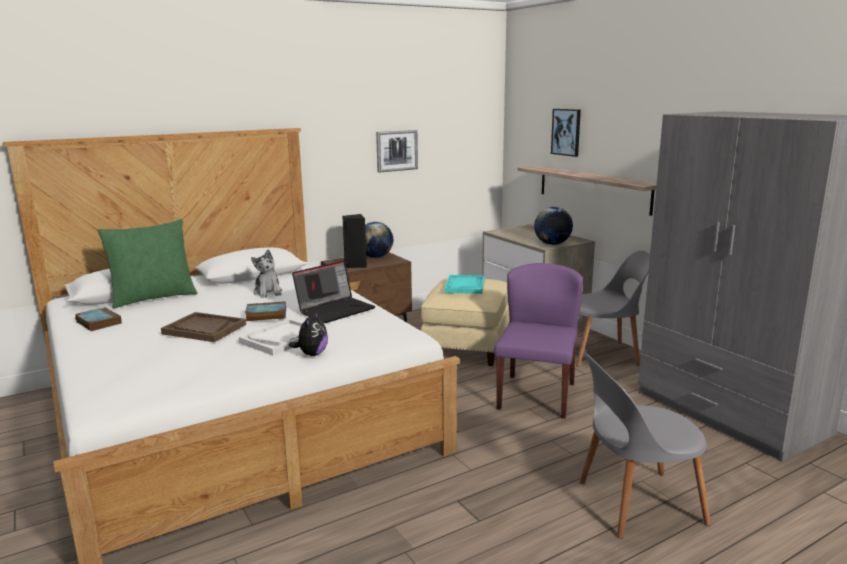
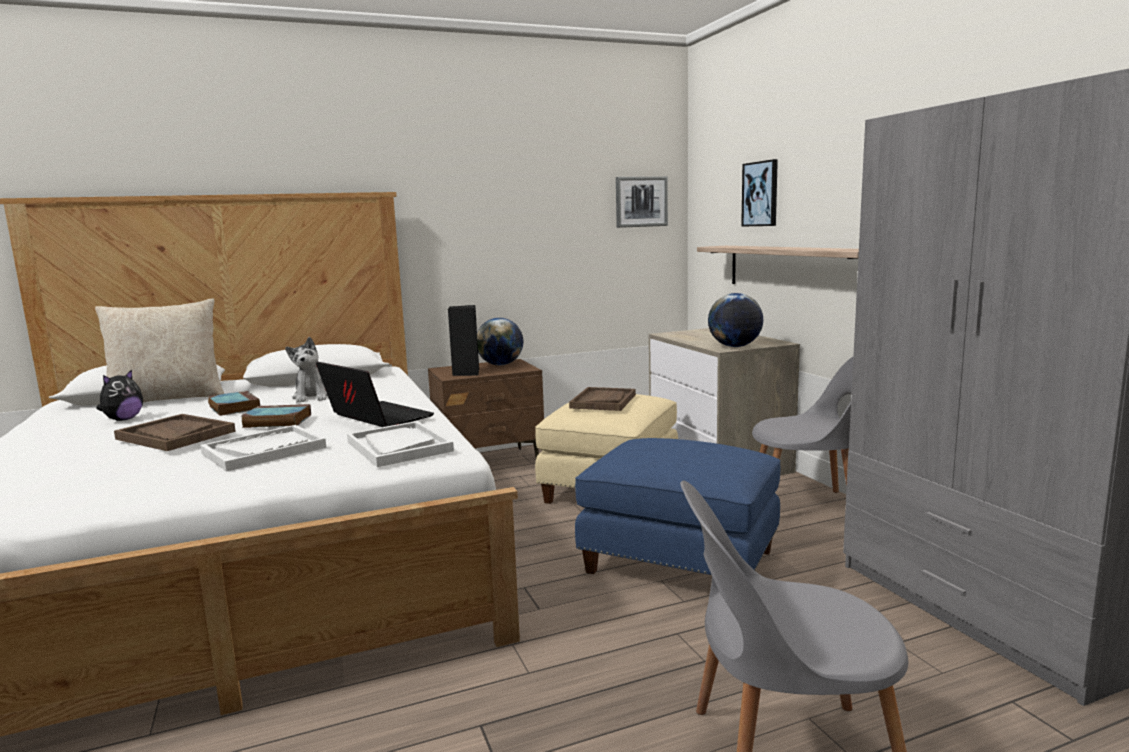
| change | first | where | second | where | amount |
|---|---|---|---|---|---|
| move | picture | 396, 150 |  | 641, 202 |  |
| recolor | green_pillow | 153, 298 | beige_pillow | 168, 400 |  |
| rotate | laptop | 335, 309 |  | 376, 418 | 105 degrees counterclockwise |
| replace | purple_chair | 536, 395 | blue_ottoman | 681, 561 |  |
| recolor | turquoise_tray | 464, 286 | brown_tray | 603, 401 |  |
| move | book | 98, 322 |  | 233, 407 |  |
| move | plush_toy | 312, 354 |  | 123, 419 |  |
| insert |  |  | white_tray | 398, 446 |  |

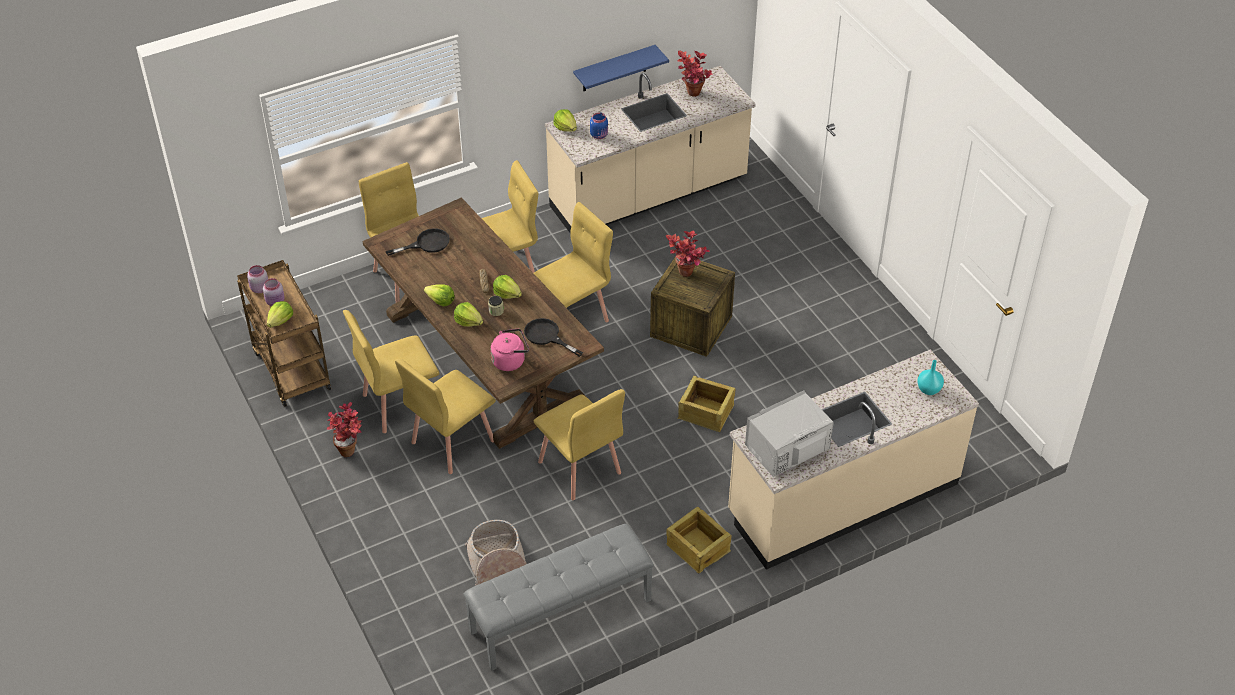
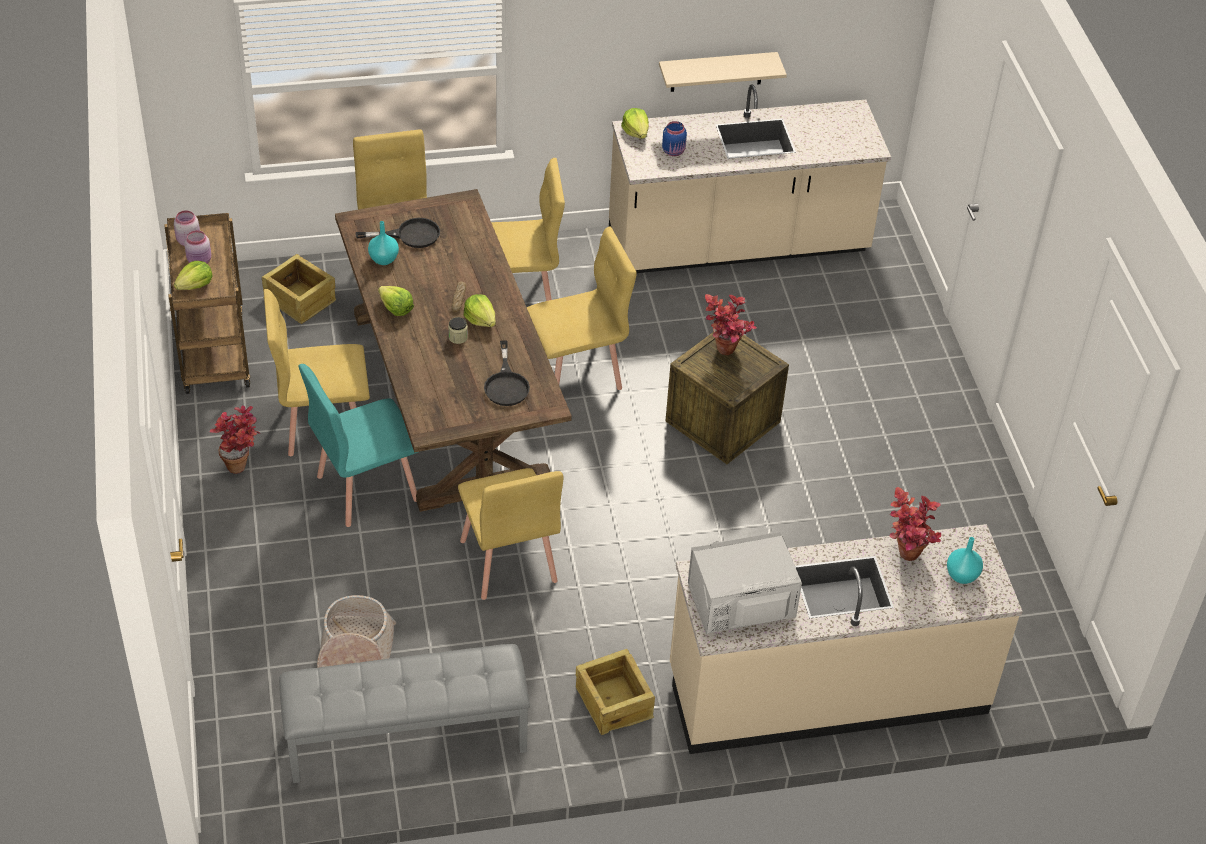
| change | first | where | second | where | amount |
|---|---|---|---|---|---|
| recolor | blue_shelf | 614, 69 | beige_shelf | 717, 72 |  |
| move | potted_plant | 693, 96 |  | 906, 559 |  |
| delete | lettuce | 468, 321 |  |  |  |
| rotate | black_frying_pan | 547, 336 |  | 506, 384 | 150 degrees counterclockwise |
| delete | pink_kettle | 510, 360 |  |  |  |
| recolor | yellow_chair | 452, 442 | turquoise_chair | 366, 488 |  |
| move | crate | 706, 413 |  | 300, 300 |  |
| insert |  |  | turquoise_vase | 384, 259 |  |

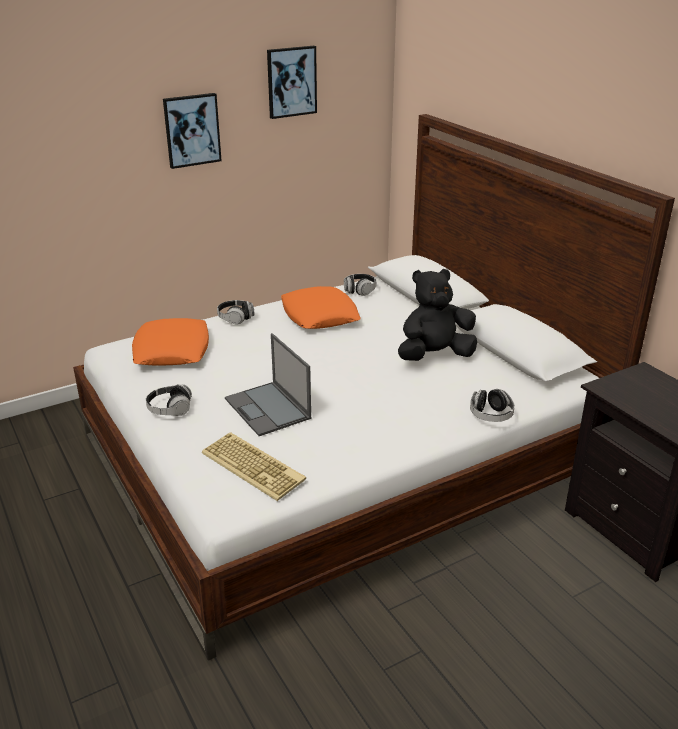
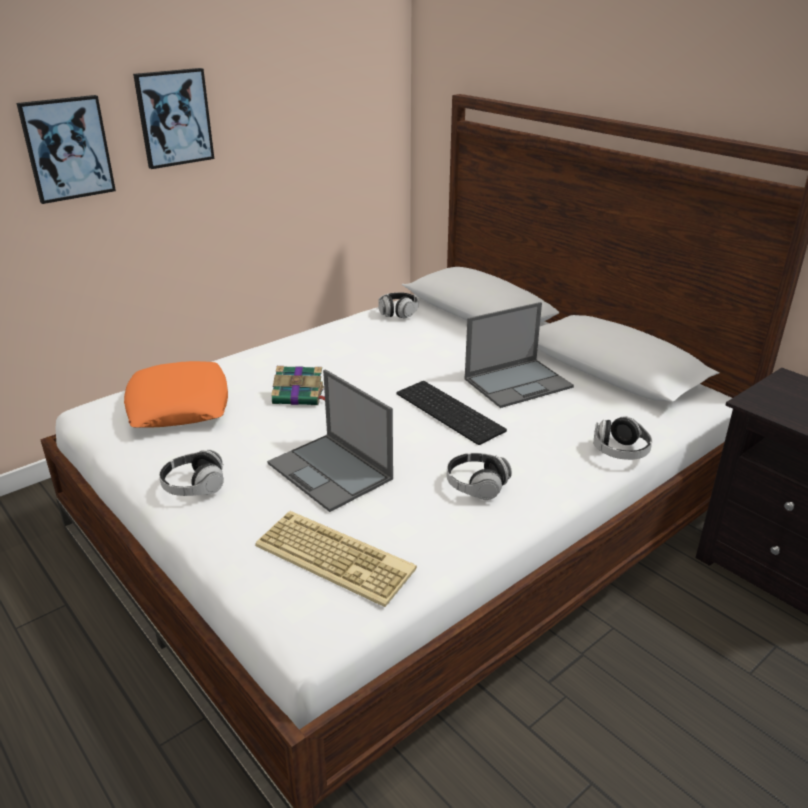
| change | first | where | second | where | amount |
|---|---|---|---|---|---|
| move | picture | 291, 81 |  | 67, 148 |  |
| replace | black_plush_toy | 434, 356 | laptop | 519, 383 |  |
| delete | orange_pillow | 320, 315 |  |  |  |
| move | headphones | 235, 318 |  | 476, 486 |  |
| insert |  |  | book | 299, 396 |  |
| insert |  |  | keyboard | 451, 411 |  |

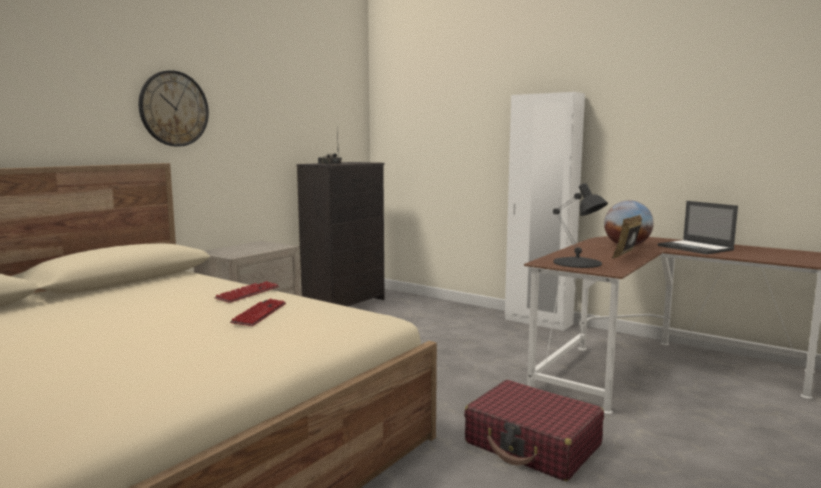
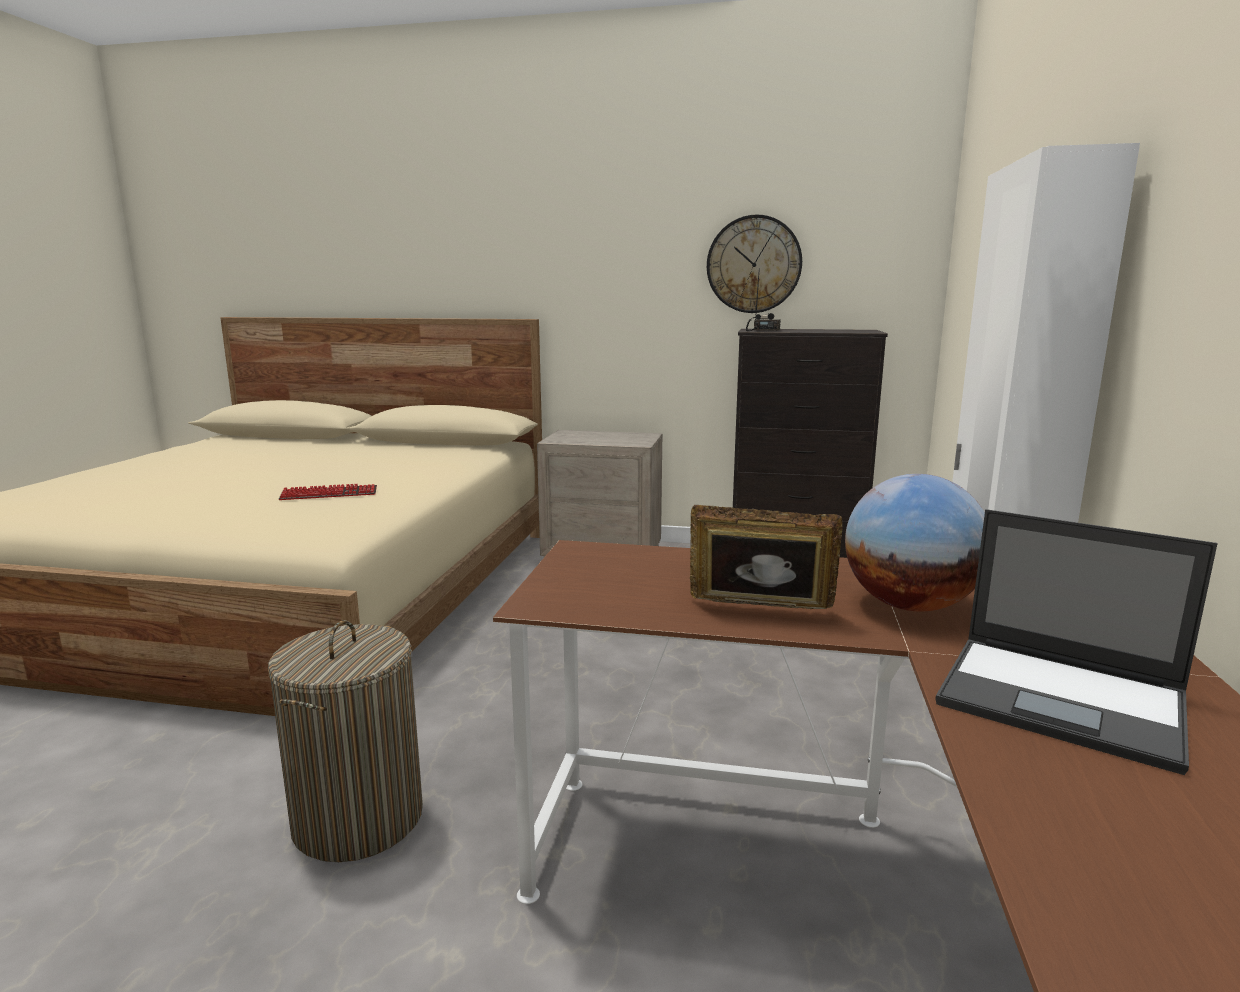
| change | first | where | second | where | amount |
|---|---|---|---|---|---|
| move | wall_clock | 174, 109 |  | 754, 264 |  |
| delete | black_table_lamp | 577, 263 |  |  |  |
| rotate | laptop | 696, 248 |  | 1064, 700 | 90 degrees counterclockwise |
| delete | keyboard | 248, 293 |  |  |  |
| replace | red_suitcase | 533, 444 | laundry_basket | 358, 819 |  |

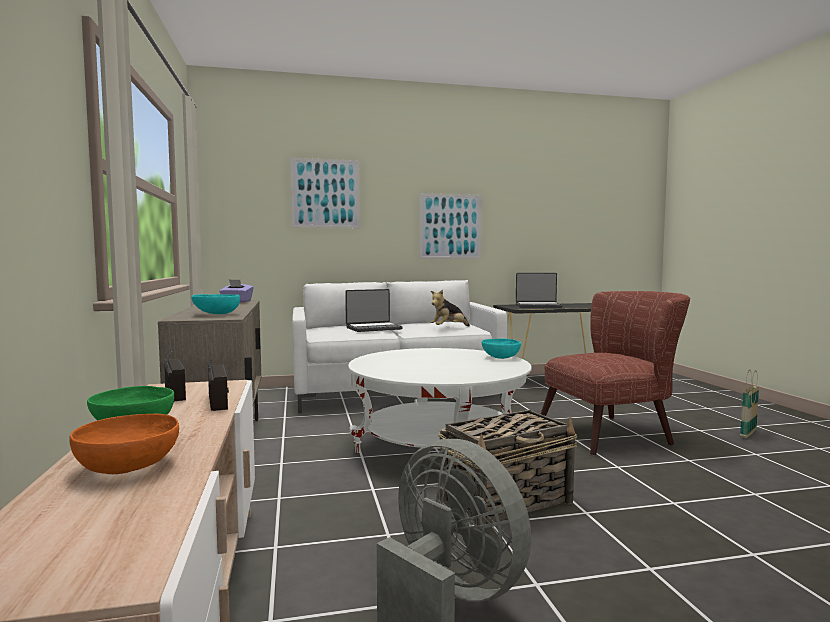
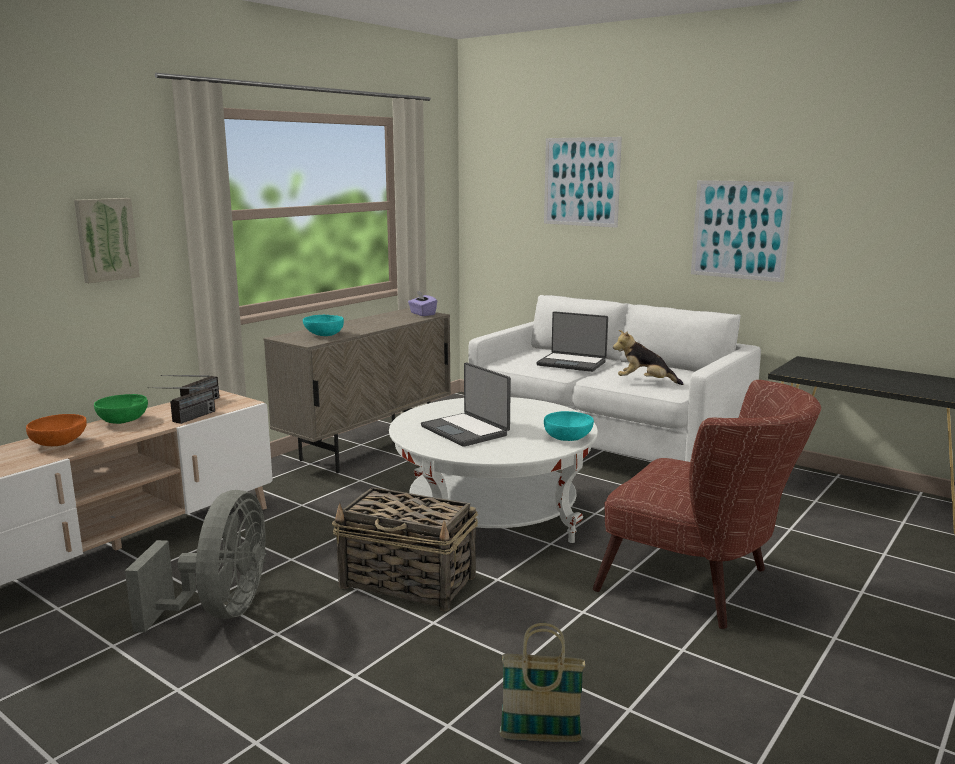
| change | first | where | second | where | amount |
|---|---|---|---|---|---|
| move | laptop | 538, 306 |  | 466, 431 |  |
| move | basket | 748, 433 |  | 540, 737 |  |
| insert |  |  | picture | 106, 239 |  |

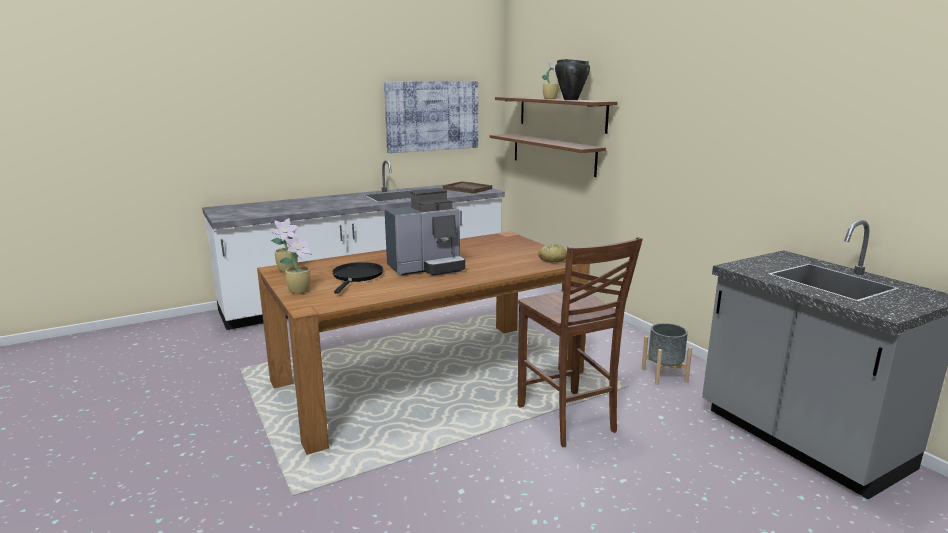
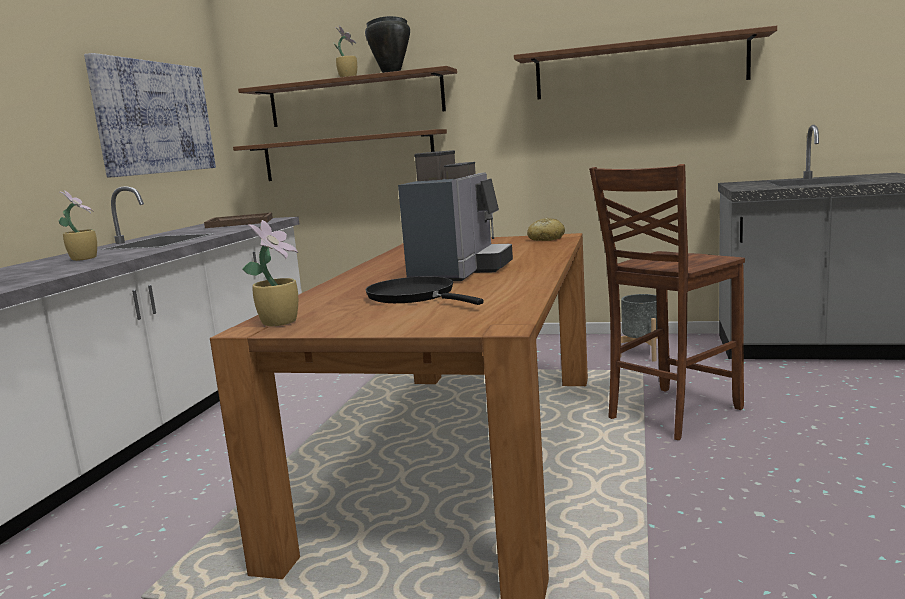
| change | first | where | second | where | amount |
|---|---|---|---|---|---|
| move | potted_plant | 300, 290 |  | 85, 258 |  |
| rotate | brown_chair | 567, 419 |  | 670, 414 | 120 degrees clockwise |
| insert |  |  | brown_shelf | 639, 68 |  |

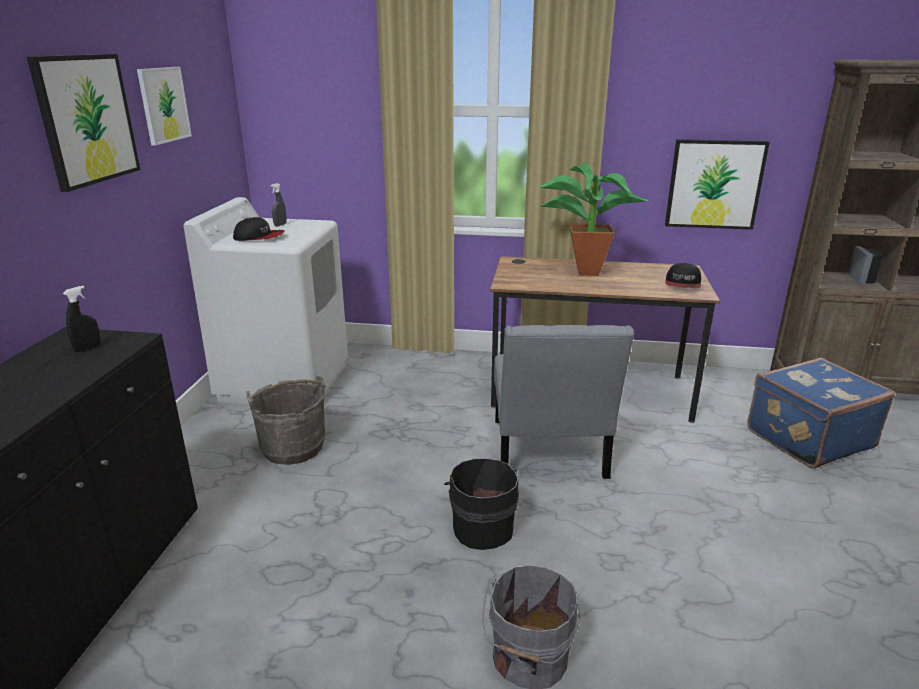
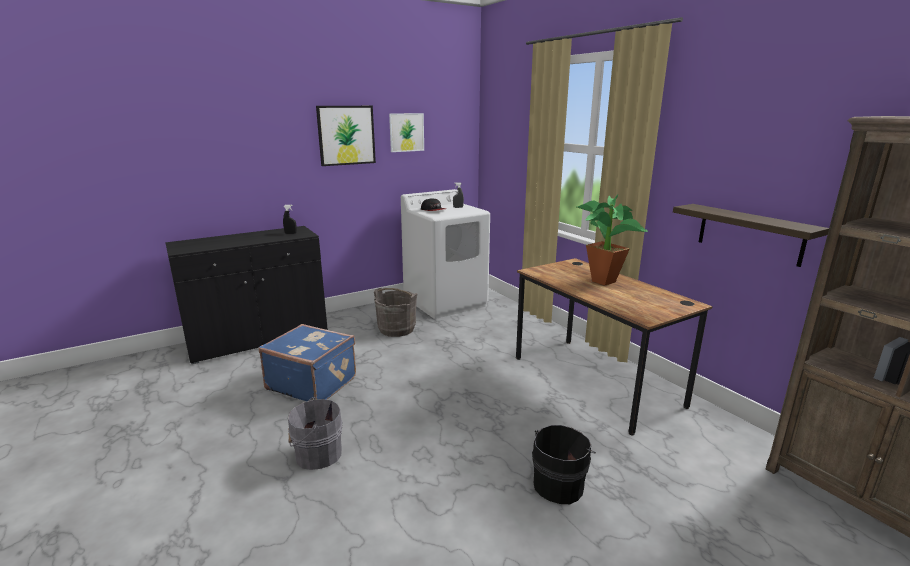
| change | first | where | second | where | amount |
|---|---|---|---|---|---|
| replace | picture | 714, 184 | shelf | 749, 234 |  |
| delete | cap | 683, 284 |  |  |  |
| delete | grey_chair | 548, 453 |  |  |  |
| move | blue_suitcase | 807, 438 |  | 312, 383 |  |
| move | black_bucket | 482, 527 |  | 559, 484 |  |

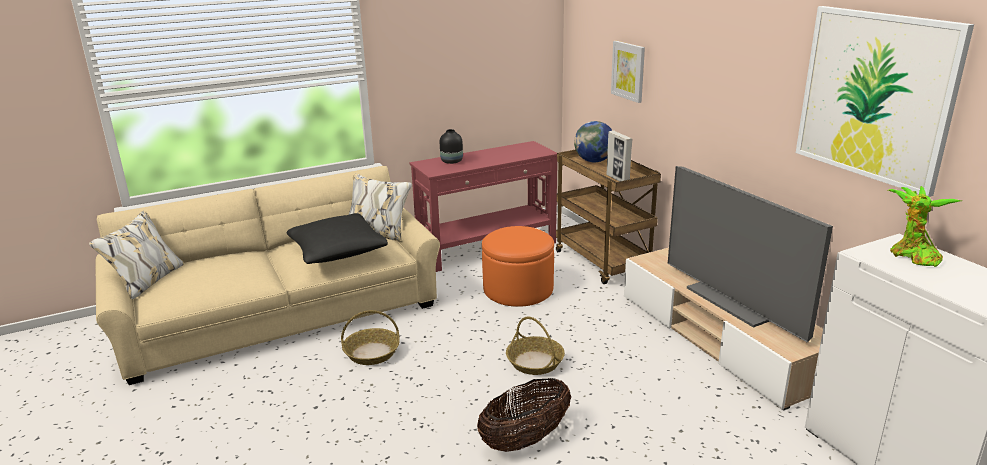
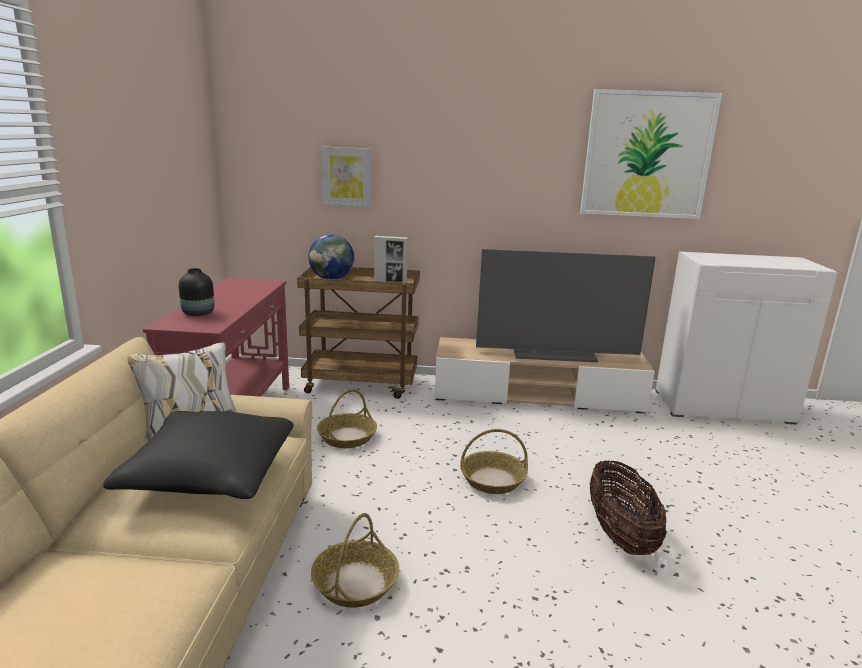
| change | first | where | second | where | amount |
|---|---|---|---|---|---|
| delete | potted_plant | 912, 256 |  |  |  |
| replace | orange_ottoman | 518, 289 | basket | 347, 437 |  |

